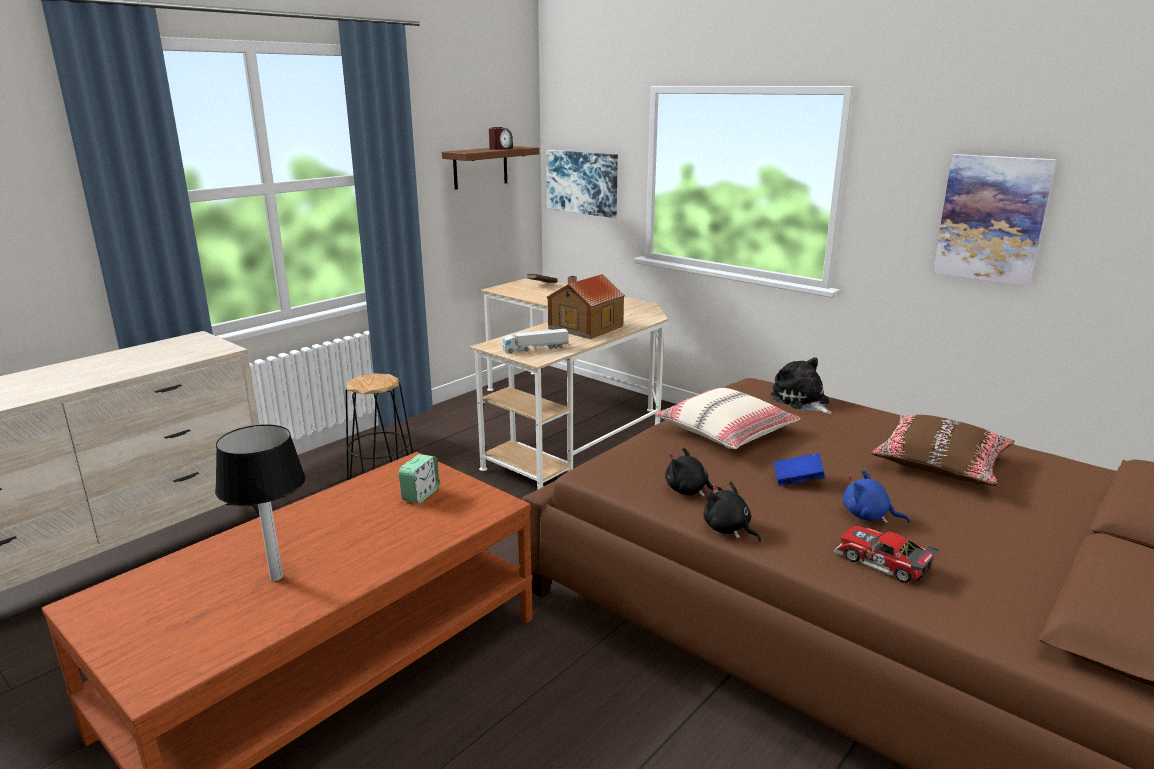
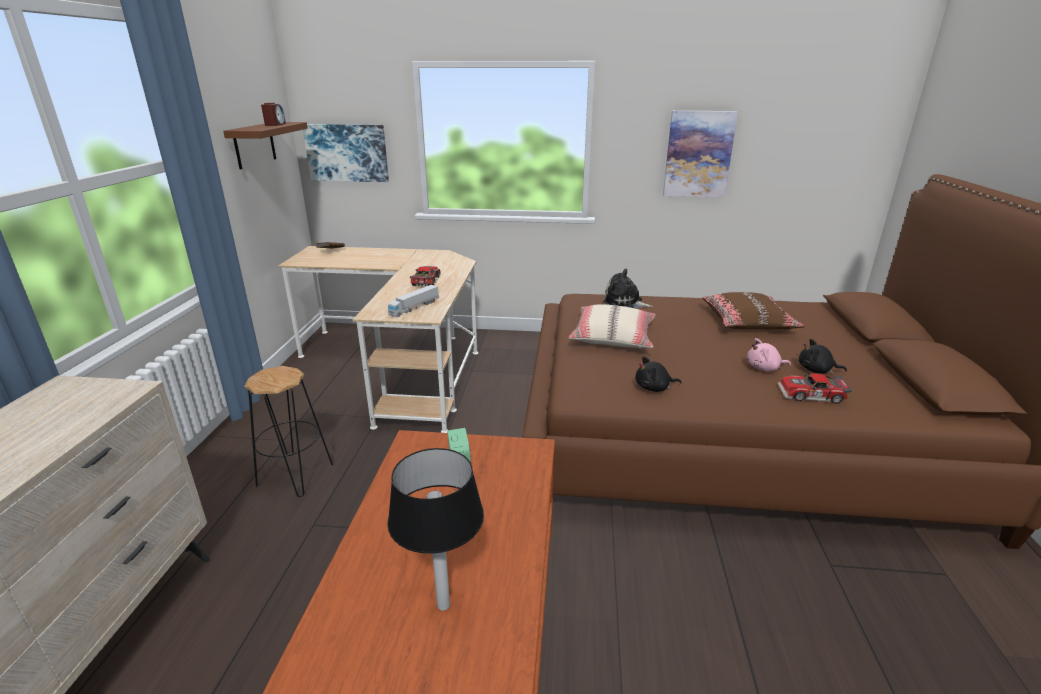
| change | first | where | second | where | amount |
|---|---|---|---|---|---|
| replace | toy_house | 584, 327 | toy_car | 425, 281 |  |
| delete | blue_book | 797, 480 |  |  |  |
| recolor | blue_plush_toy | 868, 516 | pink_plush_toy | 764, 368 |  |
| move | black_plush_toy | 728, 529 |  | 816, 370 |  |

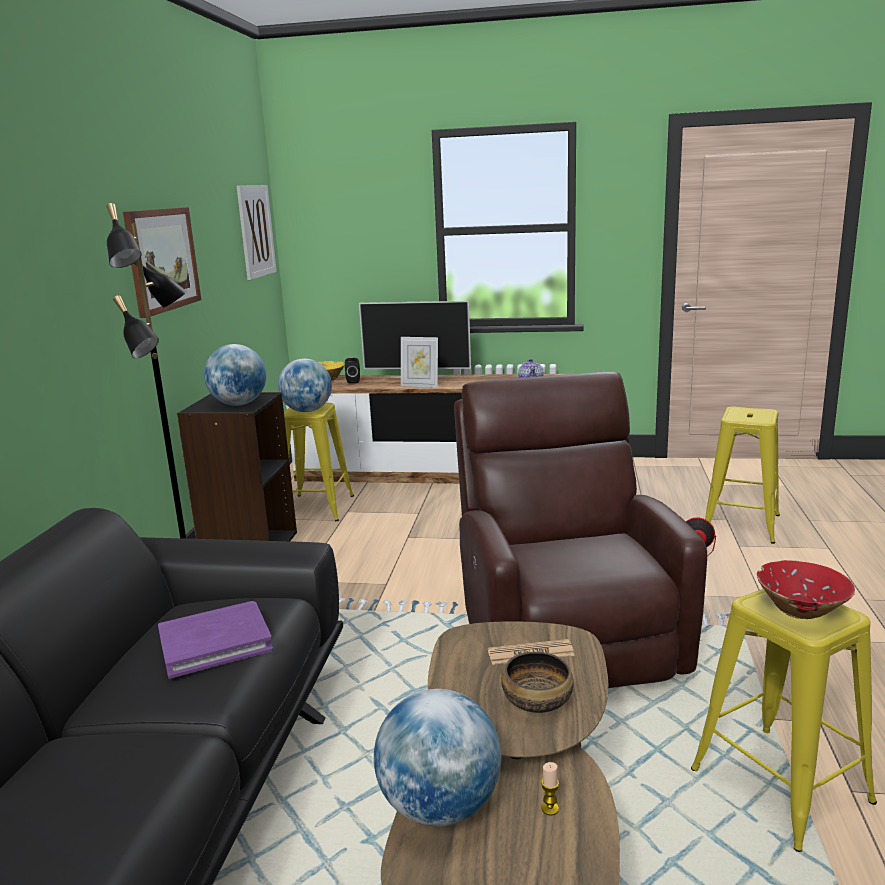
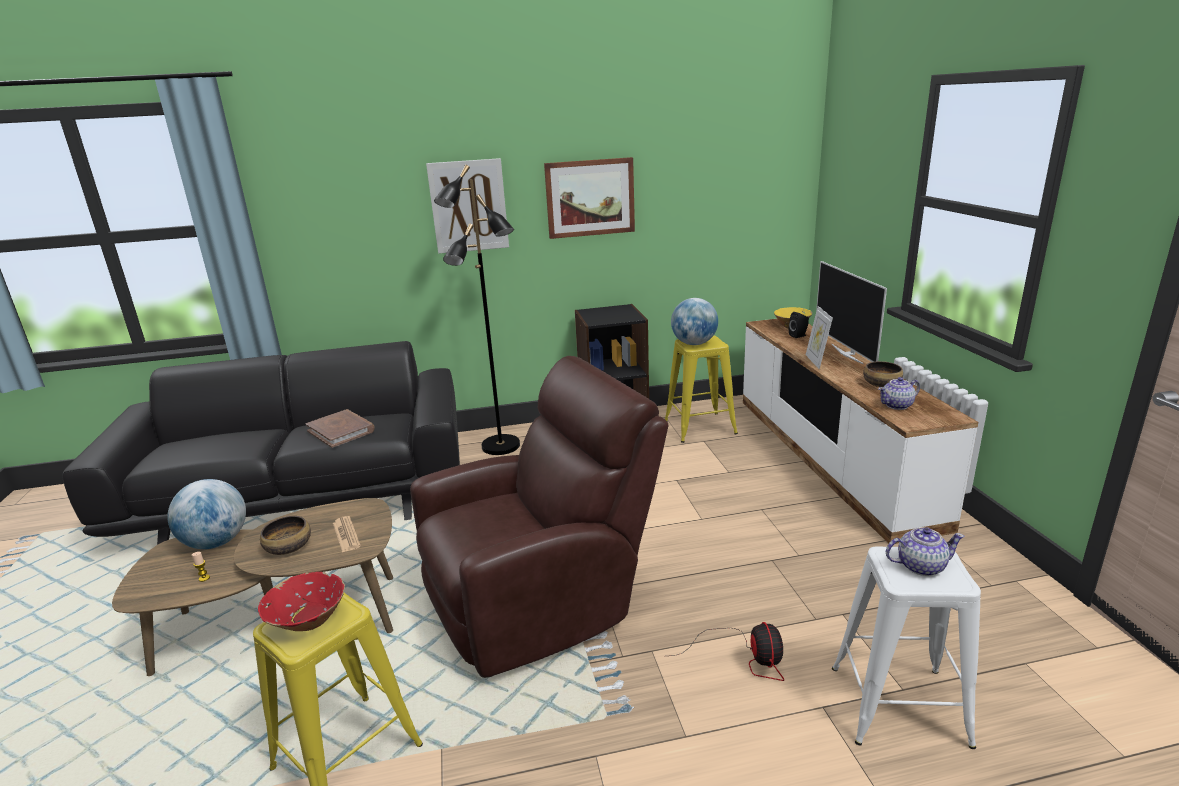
| change | first | where | second | where | amount |
|---|---|---|---|---|---|
| move | picture | 256, 231 |  | 468, 206 |  |
| delete | globe | 239, 404 |  |  |  |
| recolor | yellow_stool | 741, 524 | white_stool | 898, 705 |  |
| recolor | purple_book | 215, 643 | brown_book | 341, 431 |  |
| insert |  |  | bowl | 881, 384 |  |
| insert |  |  | teapot | 920, 566 |  |

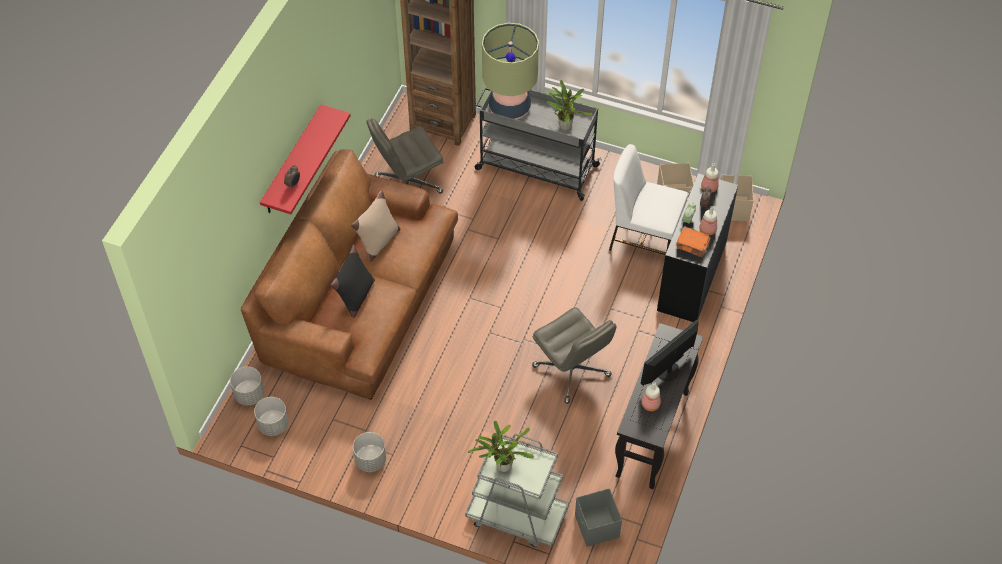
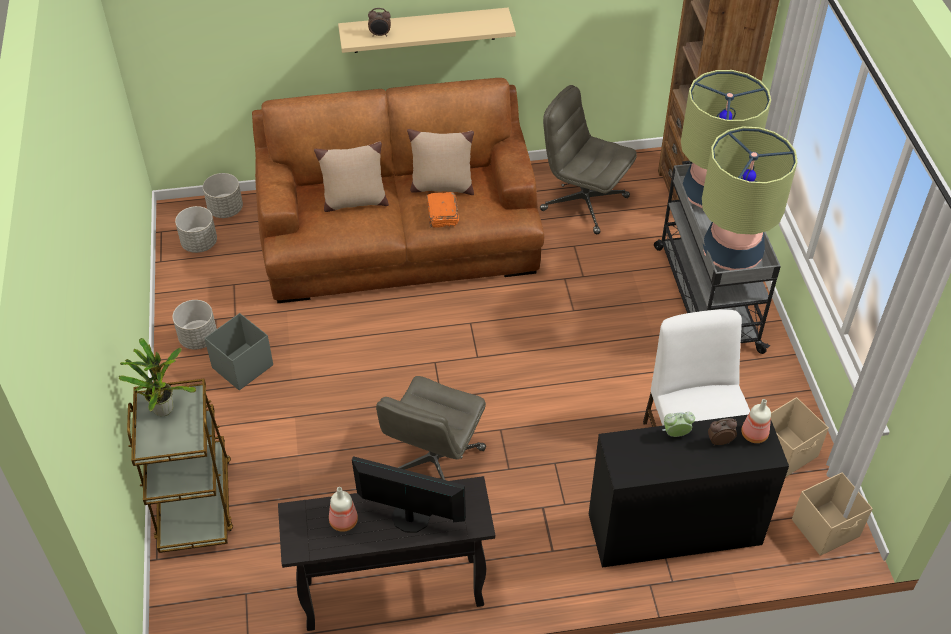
| change | first | where | second | where | amount |
|---|---|---|---|---|---|
| replace | potted_plant | 565, 125 | table_lamp | 731, 253 |  |
| recolor | red_shelf | 292, 161 | beige_shelf | 424, 30 |  |
| delete | bottle | 708, 230 |  |  |  |
| move | orange_book | 692, 246 |  | 442, 215 |  |
| recolor | black_pillow | 356, 297 | beige_pillow | 354, 202 |  |
| recolor | grey_cart | 516, 515 | brown_cart | 195, 502 |  |
| move | grey_storage_box | 596, 527 |  | 241, 367 |  |

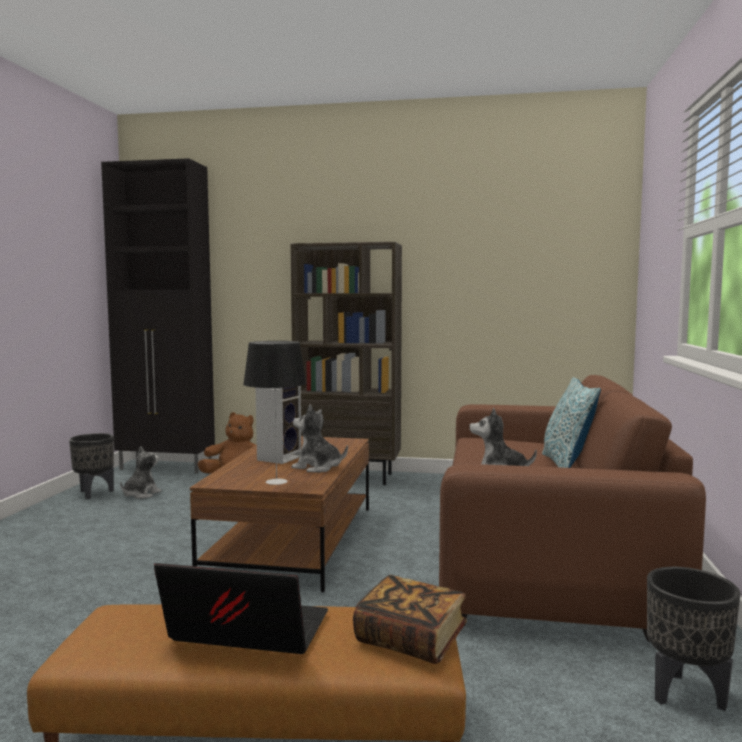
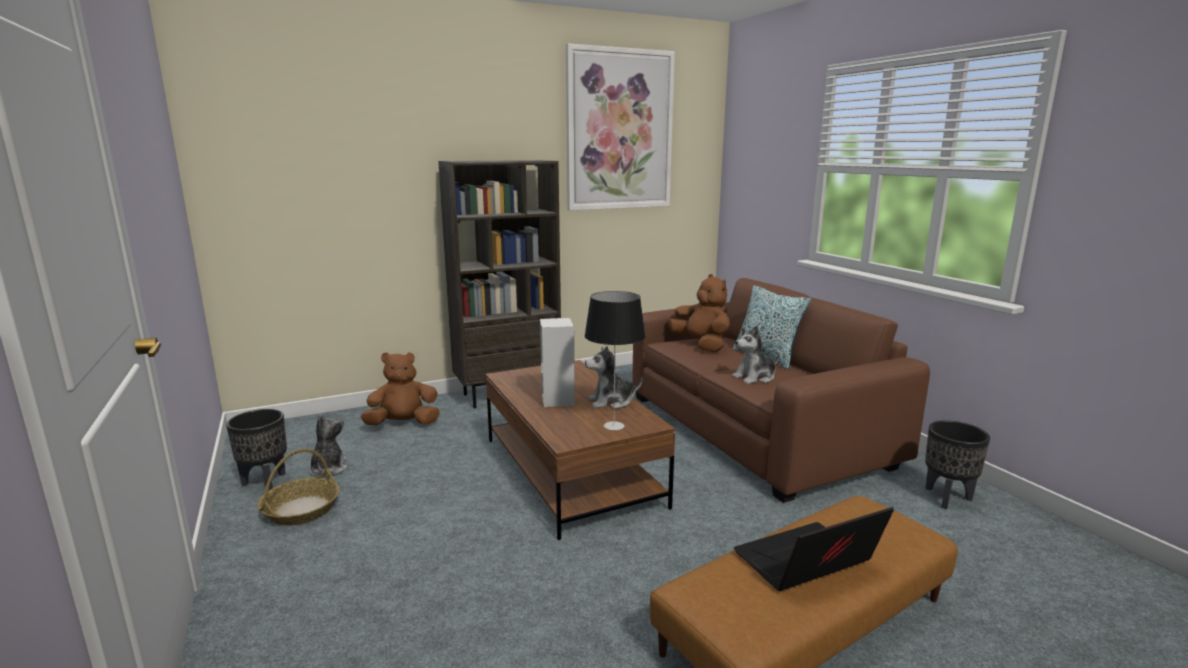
| change | first | where | second | where | amount |
|---|---|---|---|---|---|
| delete | black_cabinet | 167, 467 |  |  |  |
| delete | book | 410, 640 |  |  |  |
| insert |  |  | picture | 619, 130 |  |
| insert |  |  | brown_plush_toy | 701, 345 |  |
| insert |  |  | basket | 301, 509 |  |

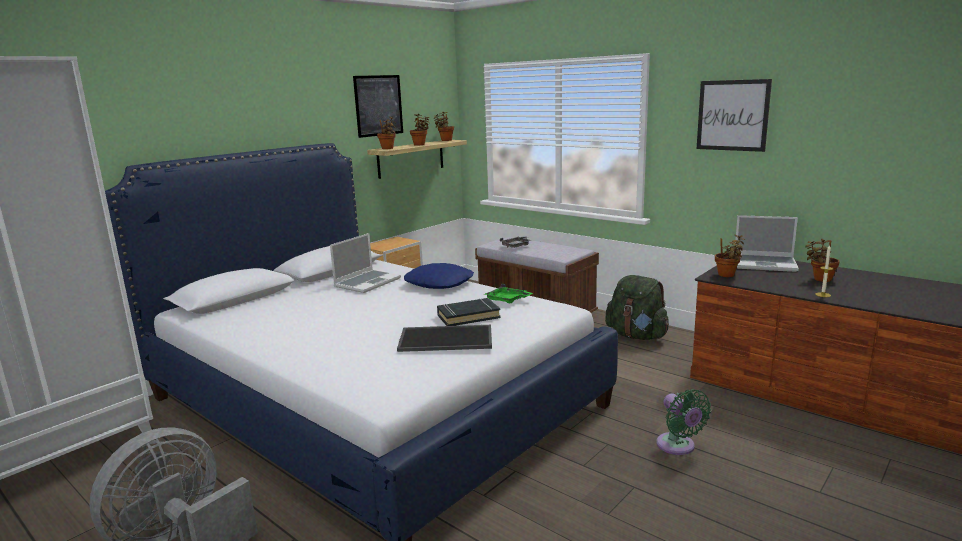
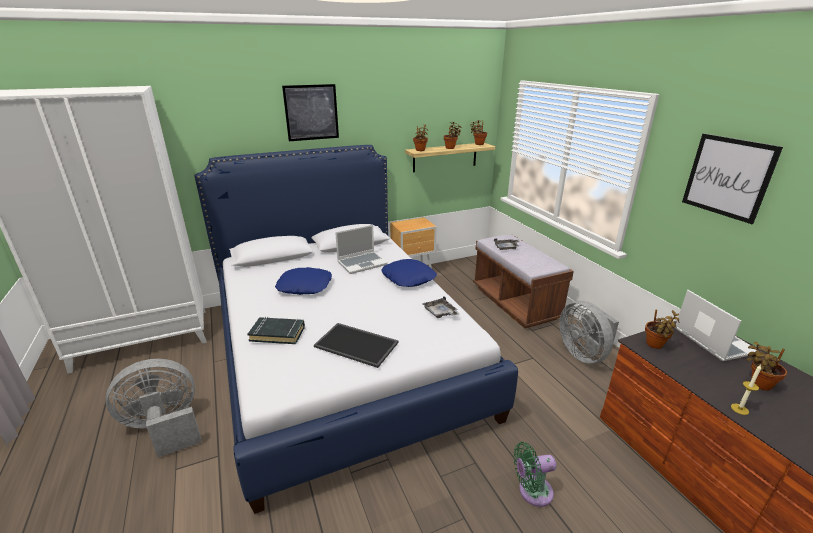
| change | first | where | second | where | amount |
|---|---|---|---|---|---|
| move | picture | 378, 105 |  | 311, 112 |  |
| rotate | laptop | 765, 264 |  | 712, 340 | 150 degrees counterclockwise |
| replace | green_backpack | 637, 336 | grey_fan | 583, 353 |  |
| recolor | green_tray | 507, 300 | grey_tray | 440, 313 |  |
| move | black_book | 468, 316 |  | 277, 333 |  |
| rotate | green_fan | 678, 447 |  | 532, 491 | 75 degrees clockwise |
| insert |  |  | blue_pillow | 305, 286 |  |

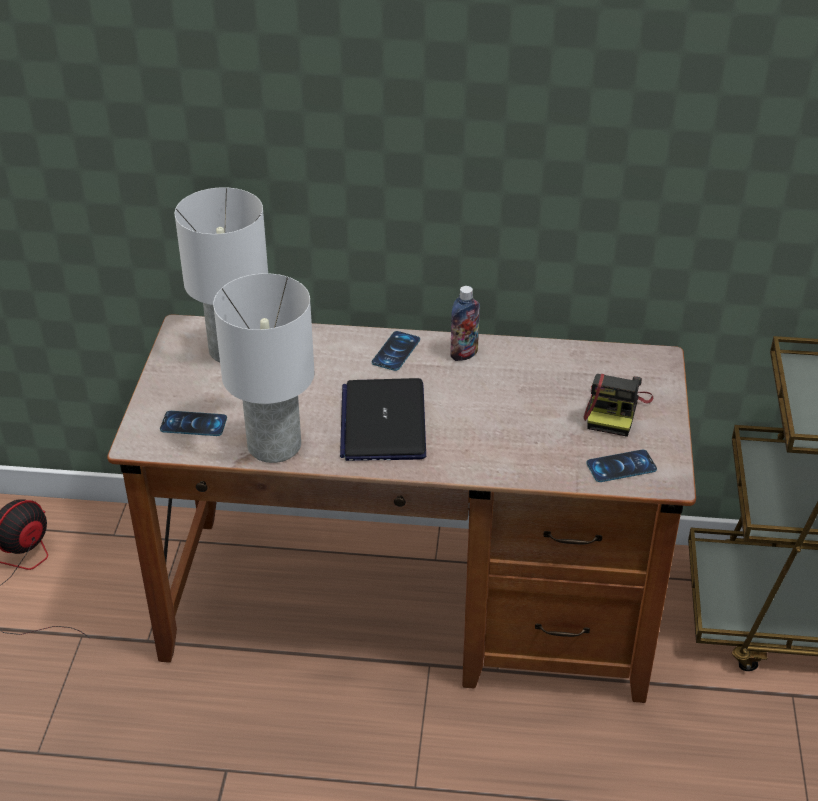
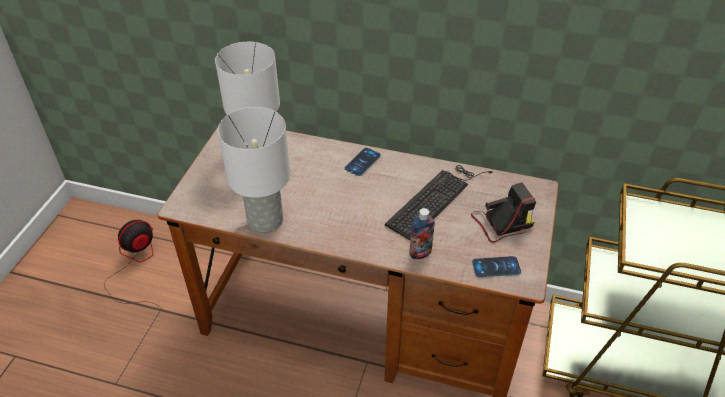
| change | first | where | second | where | amount |
|---|---|---|---|---|---|
| move | bottle | 464, 354 |  | 420, 253 |  |
| rotate | photo_camera | 615, 410 |  | 501, 223 | 135 degrees counterclockwise |
| delete | laptop | 383, 421 |  |  |  |
| delete | phone | 193, 424 |  |  |  |
| insert |  |  | keyboard | 436, 198 |  |

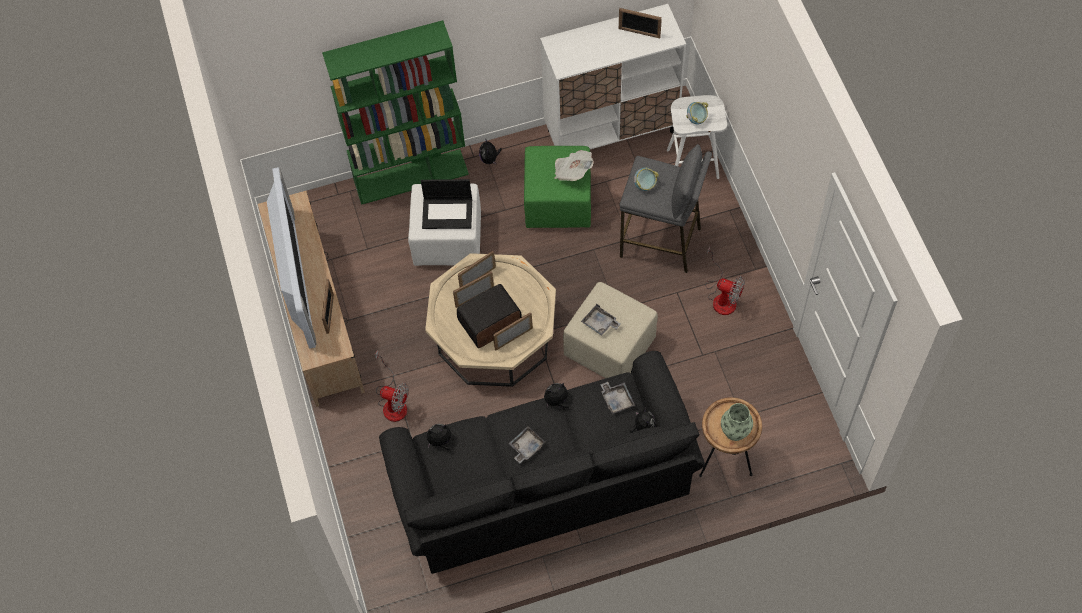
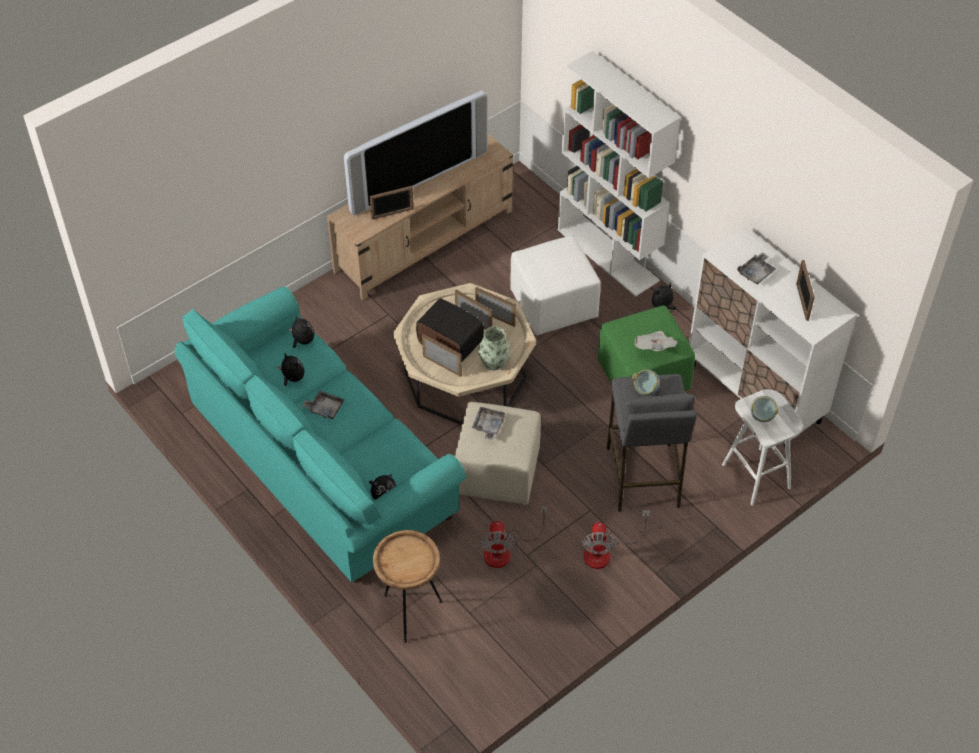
| change | first | where | second | where | amount |
|---|---|---|---|---|---|
| recolor | green_bookcase | 411, 176 | white_bookcase | 609, 255 |  |
| delete | laptop | 448, 213 |  |  |  |
| move | fan | 392, 402 |  | 505, 550 |  |
| recolor | black_sofa | 542, 483 | turquoise_sofa | 324, 464 |  |
| move | grey_tray | 617, 399 |  | 756, 273 |  |
| move | plush_toy | 556, 401 |  | 292, 378 |  |
| move | vase | 735, 430 |  | 494, 362 |  |

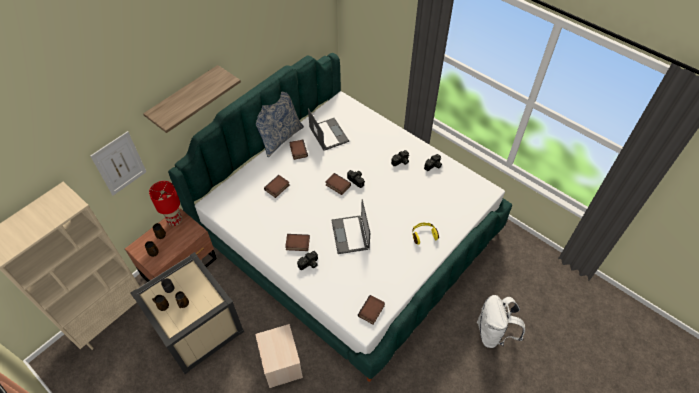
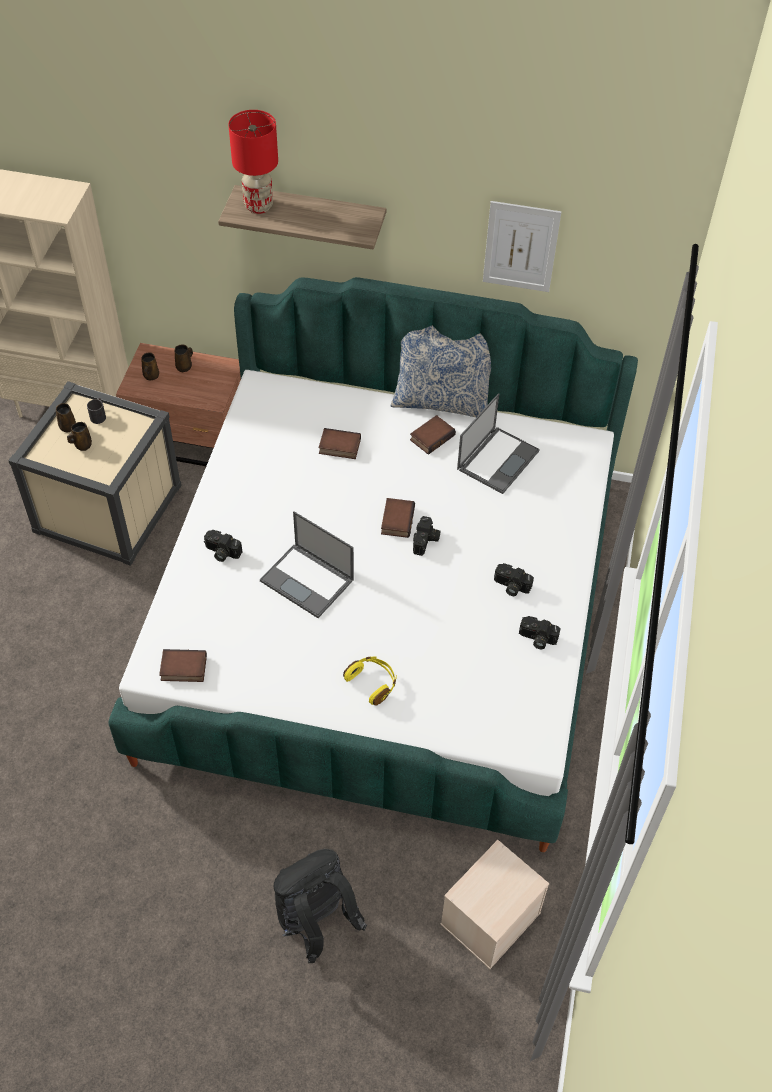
| change | first | where | second | where | amount |
|---|---|---|---|---|---|
| move | picture | 119, 163 |  | 520, 247 |  |
| move | red_table_lamp | 174, 221 |  | 258, 206 |  |
| rotate | laptop | 350, 235 |  | 308, 580 | 105 degrees counterclockwise |
| delete | book | 297, 244 |  |  |  |
| recolor | white_backpack | 493, 333 | black_backpack | 316, 922 |  |
| move | beige_storage_box | 280, 363 |  | 490, 917 |  |

